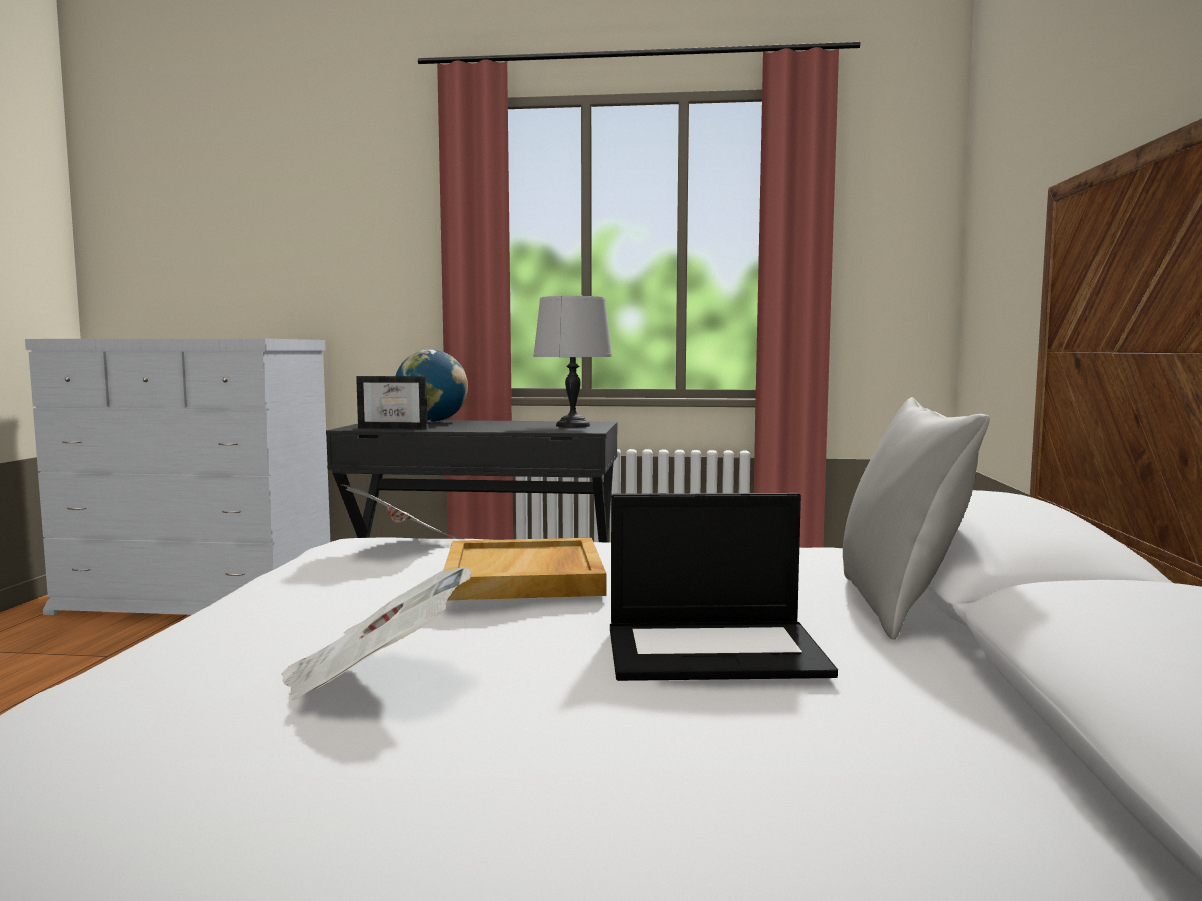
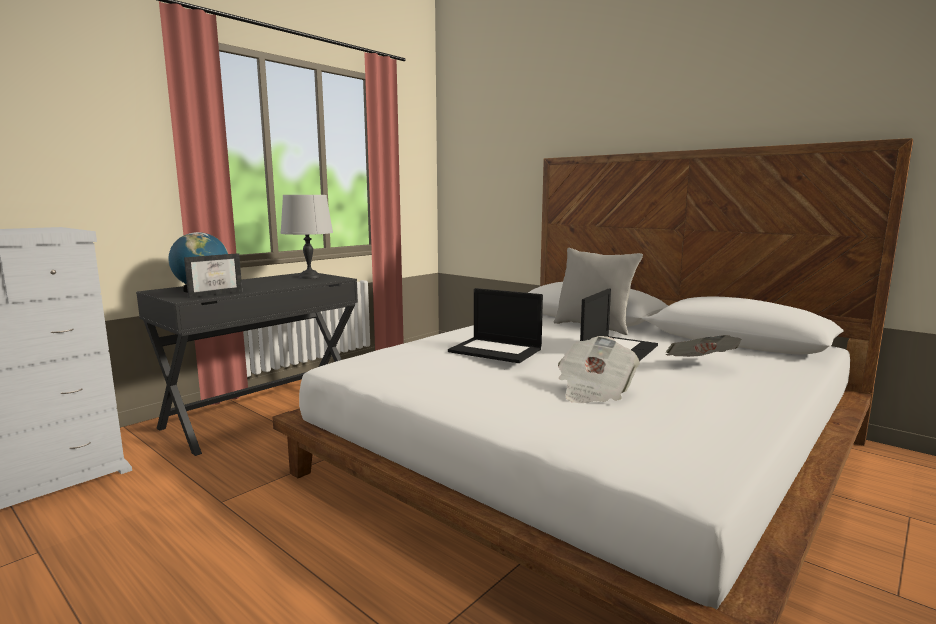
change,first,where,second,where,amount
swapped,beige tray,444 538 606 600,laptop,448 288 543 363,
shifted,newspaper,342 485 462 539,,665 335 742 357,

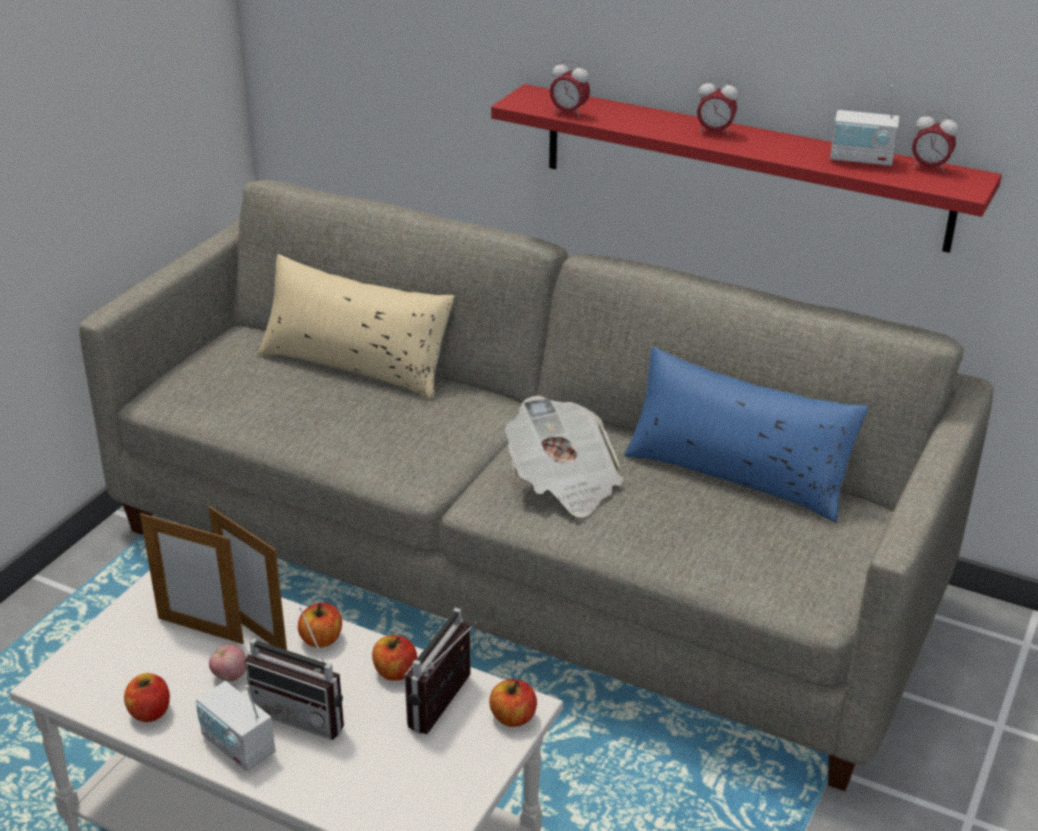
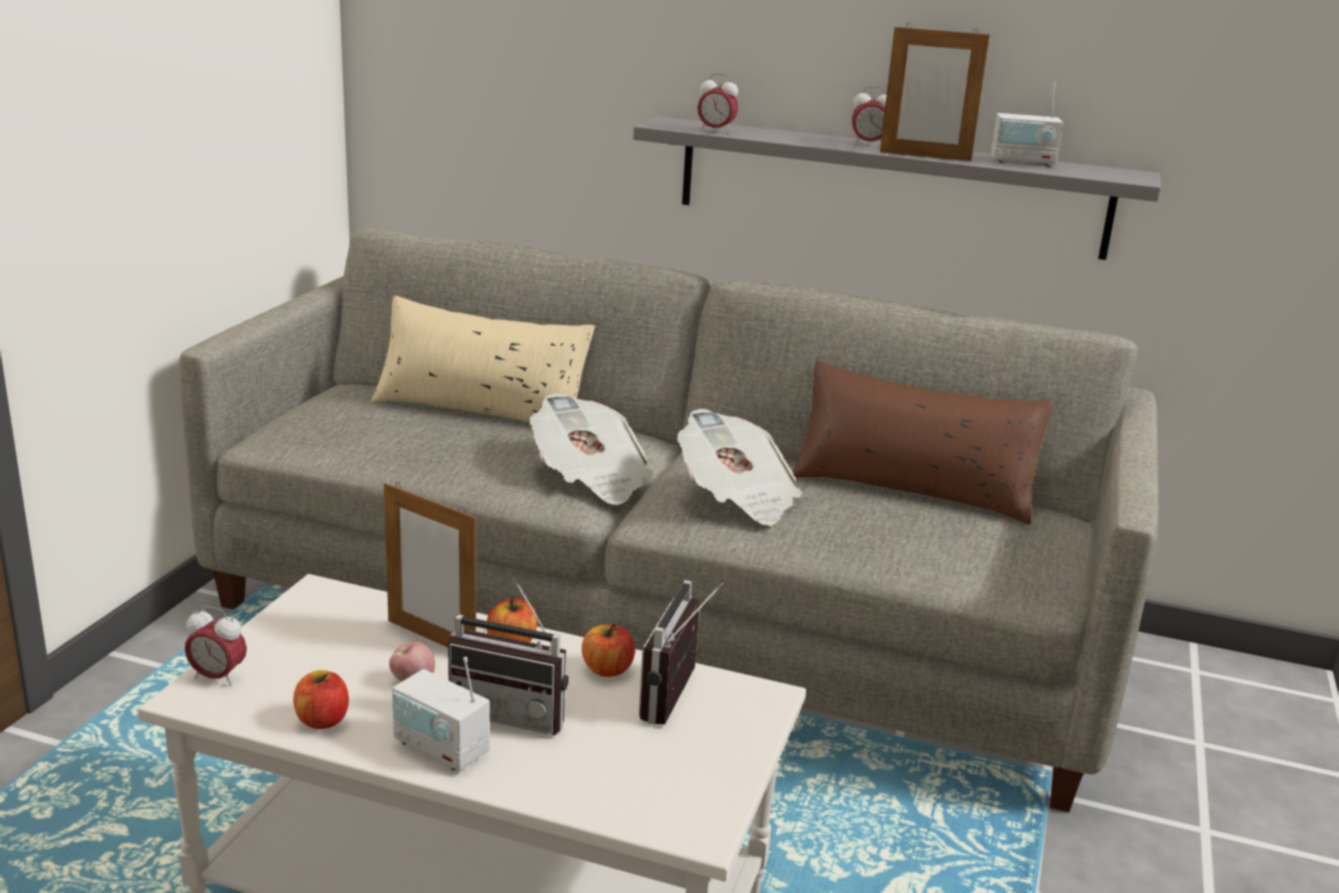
change,first,where,second,where,amount
shifted,alarm clock,912 110 958 173,,185 606 247 686,
new,,,newspaper,529 393 653 505,
repainted,red shelf,491 84 1002 253,grey shelf,633 116 1161 260,
repainted,blue pillow,624 347 868 522,brown pillow,793 361 1054 524,
shifted,picture frame,140 513 244 644,,880 23 990 161,
gone,apple,489 679 537 727,,,

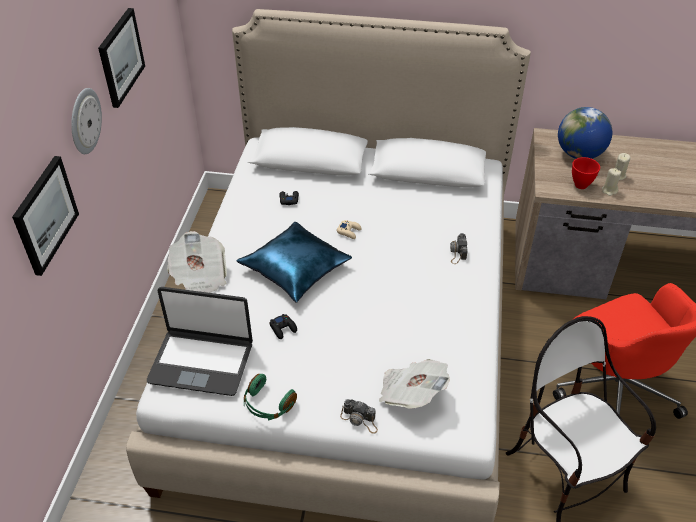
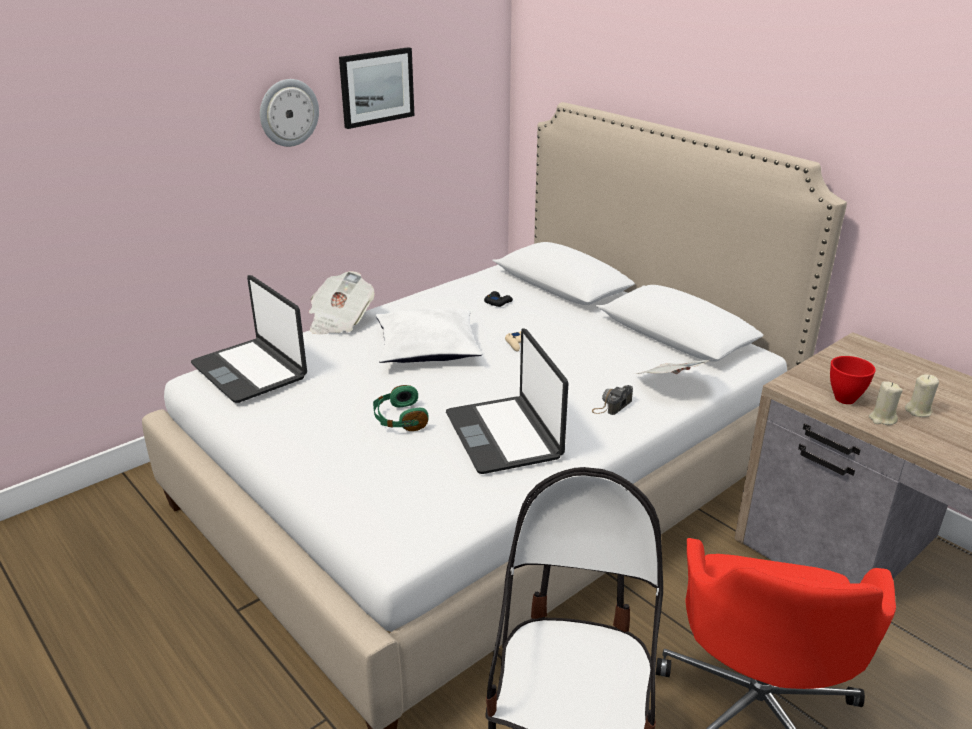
change,first,where,second,where,amount
shifted,green headphones,244 374 297 421,,373 385 429 431,
repainted,blue pillow,236 222 352 303,white pillow,376 308 482 363,
new,,,laptop,446 328 568 474,
shifted,newspaper,379 359 450 409,,635 359 714 374,
gone,picture,12 156 79 276,,,
gone,black game controller,269 314 297 339,,,
gone,photo camera,340 399 378 433,,,
gone,globe,558 107 612 159,,,

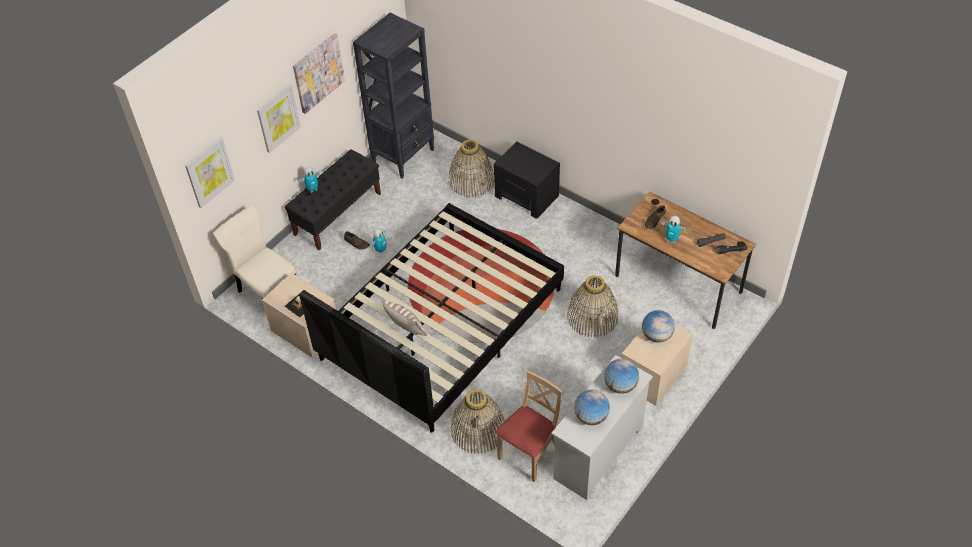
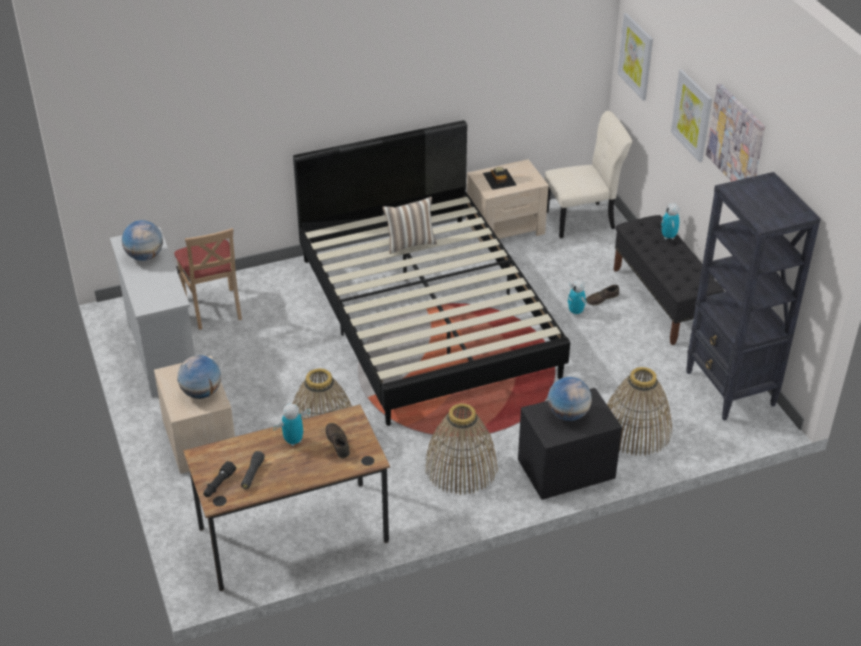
change,first,where,second,where,amount
shifted,basket,451 389 505 454,,425 403 498 495,
shifted,globe,604 359 639 394,,548 377 592 421,

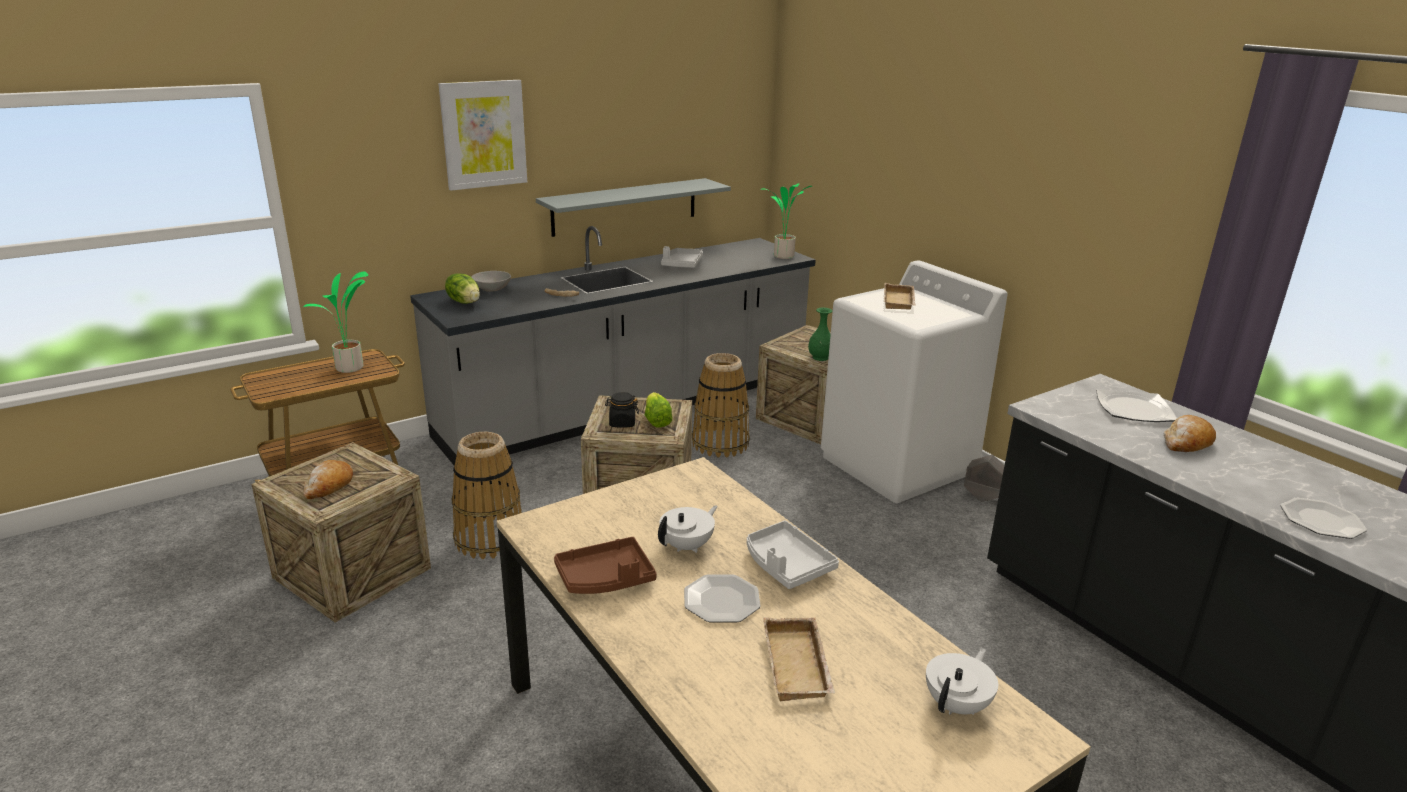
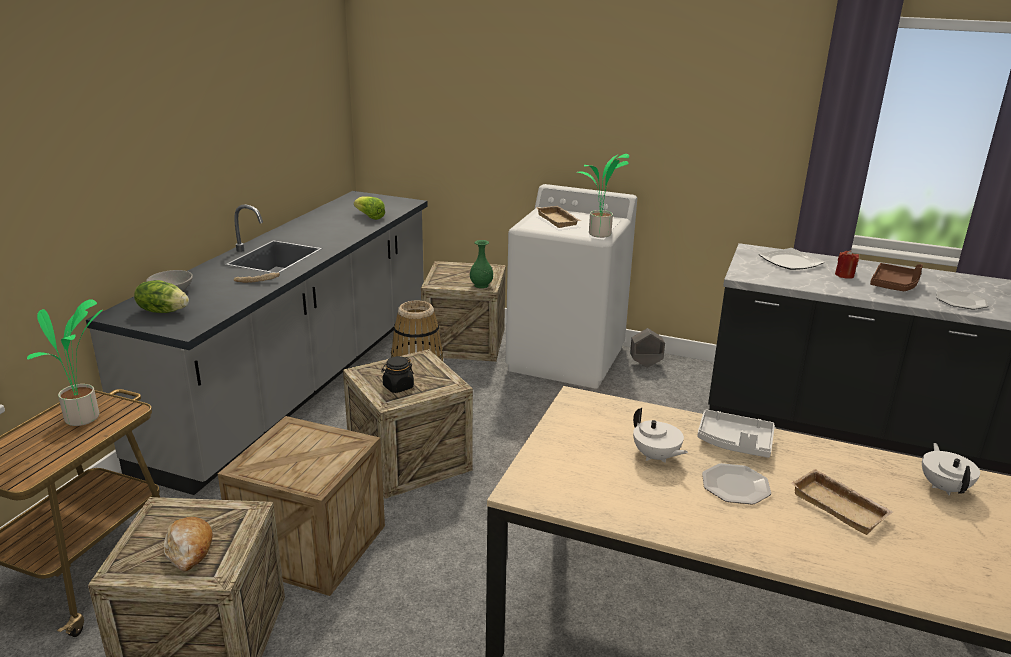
change,first,where,second,where,amount
swapped,basket,452 432 522 559,crate,218 416 385 596,
shifted,lettuce,645 392 672 428,,354 196 385 220,
shifted,potted plant,760 183 812 259,,576 154 629 238,
rotated,white teapot,658 506 717 553,,633 408 688 463,135 degrees clockwise
swapped,bread,1164 415 1216 452,red candle,835 250 859 279,
shifted,brown tray,554 537 657 594,,870 263 923 291,
gone,picture,438 80 527 191,,,
gone,grey shelf,536 178 731 237,,,
gone,grey tray,661 246 703 268,,,

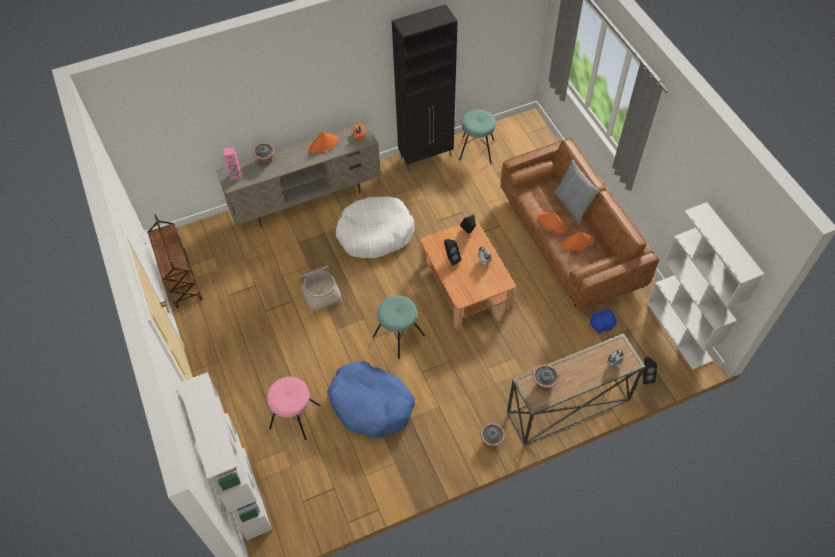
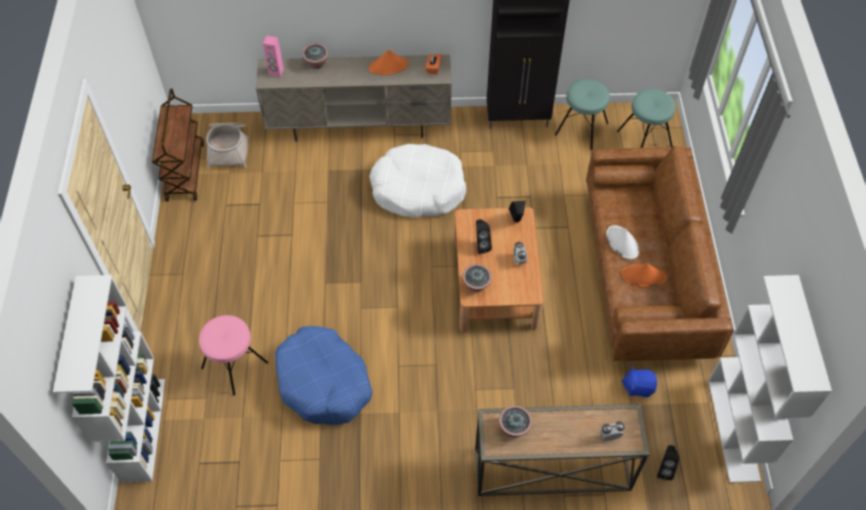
change,first,where,second,where,amount
shifted,basket,298 266 344 314,,206 123 249 169,
shifted,potted plant,481 423 505 446,,463 264 492 292,
repainted,orange hat,537 212 567 234,white hat,606 225 639 260,
shifted,turquoise stool,373 295 425 359,,617 89 676 148,
gone,pillow,553 159 599 224,,,

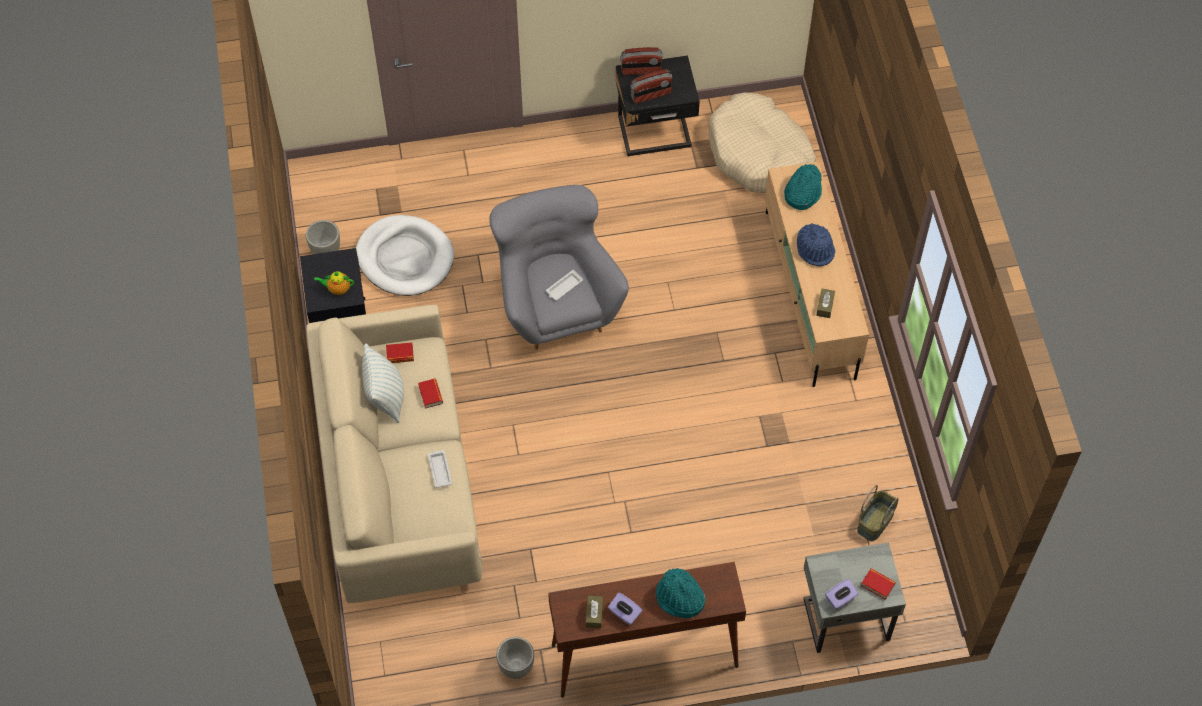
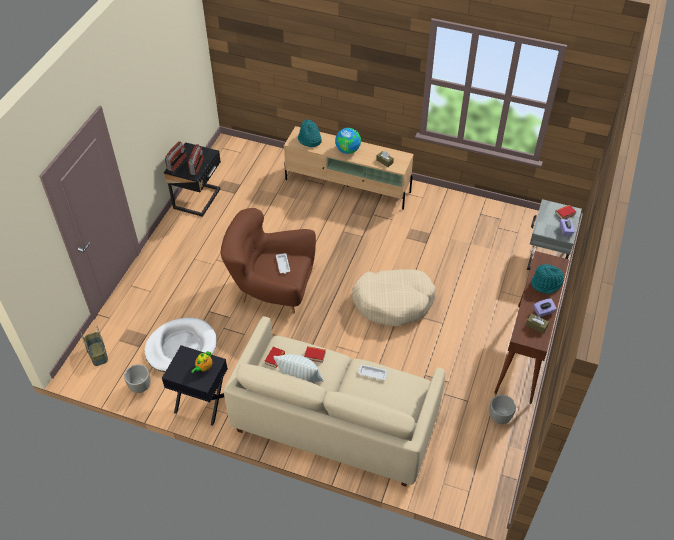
change,first,where,second,where,amount
shifted,basket,857 485 898 541,,81 326 108 366,
repainted,grey armchair,490 185 629 350,brown armchair,221 208 316 313,
swapped,blue hat,797 223 835 266,globe,335 128 361 154,
shifted,beige dog bed,709 92 816 193,,352 269 436 326,

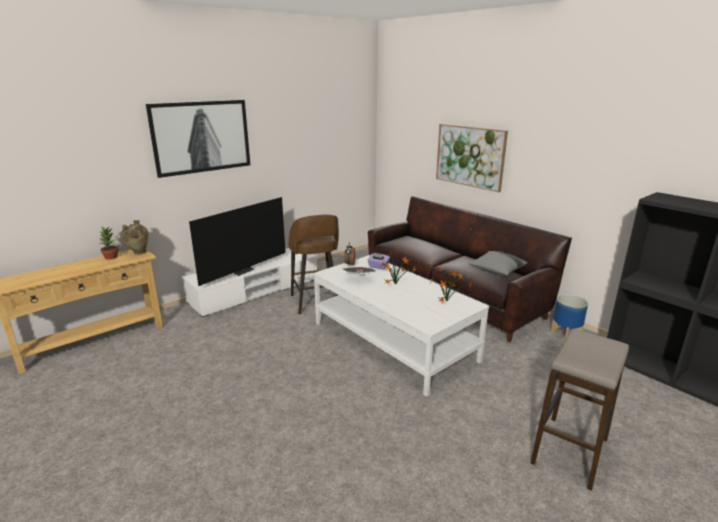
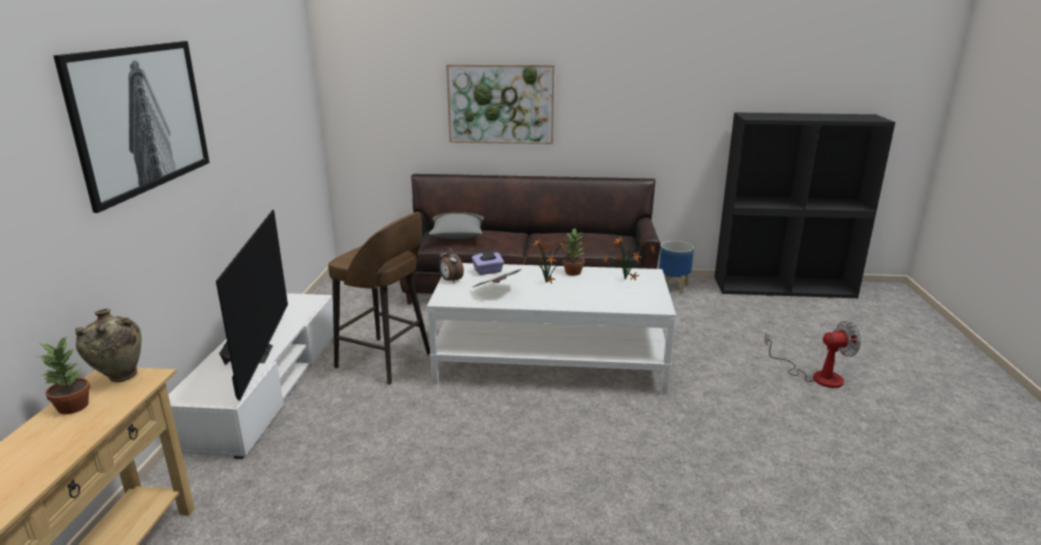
change,first,where,second,where,amount
shifted,grey pillow,468 251 527 276,,429 212 484 239,
new,,,potted plant,563 227 585 276,
swapped,stool,530 329 629 491,fan,764 321 861 388,

